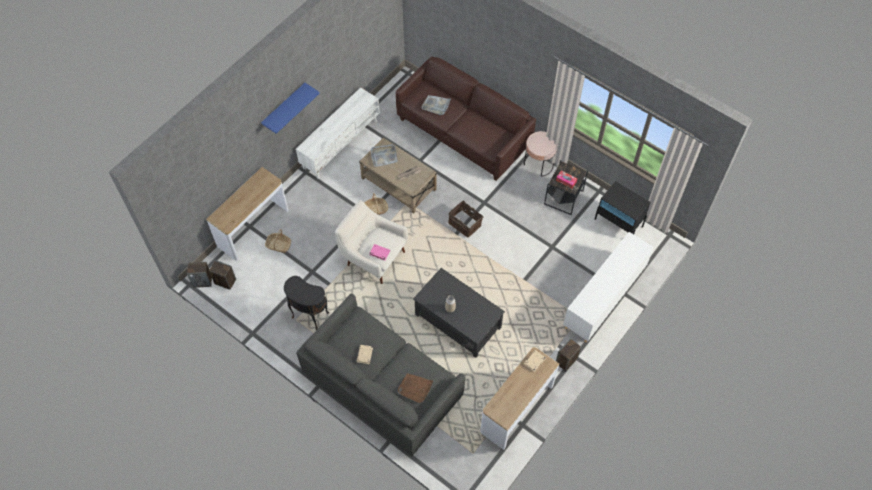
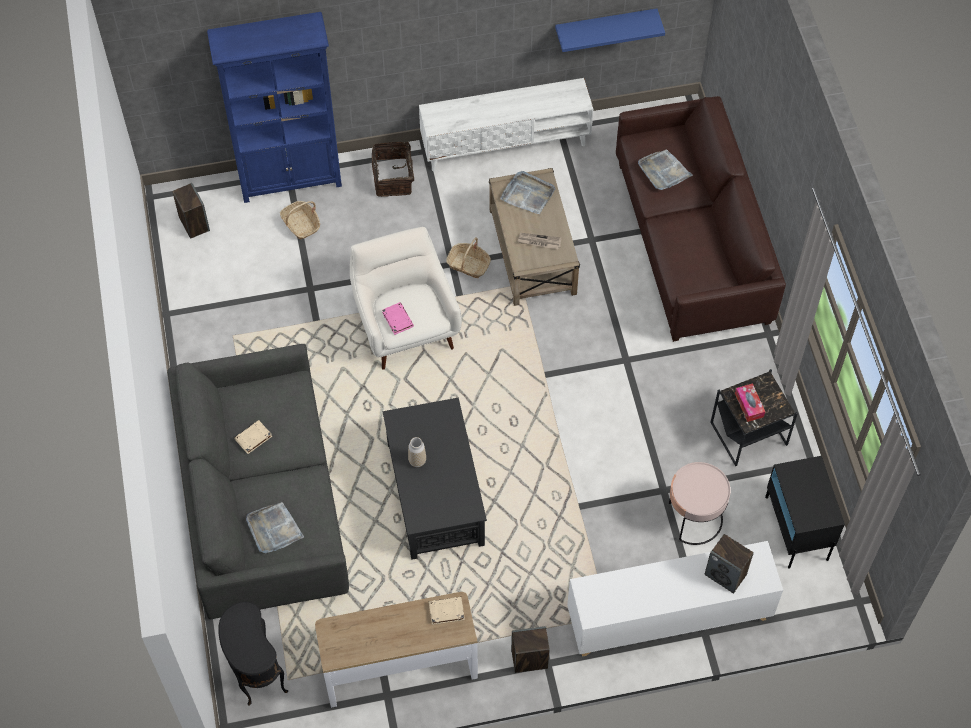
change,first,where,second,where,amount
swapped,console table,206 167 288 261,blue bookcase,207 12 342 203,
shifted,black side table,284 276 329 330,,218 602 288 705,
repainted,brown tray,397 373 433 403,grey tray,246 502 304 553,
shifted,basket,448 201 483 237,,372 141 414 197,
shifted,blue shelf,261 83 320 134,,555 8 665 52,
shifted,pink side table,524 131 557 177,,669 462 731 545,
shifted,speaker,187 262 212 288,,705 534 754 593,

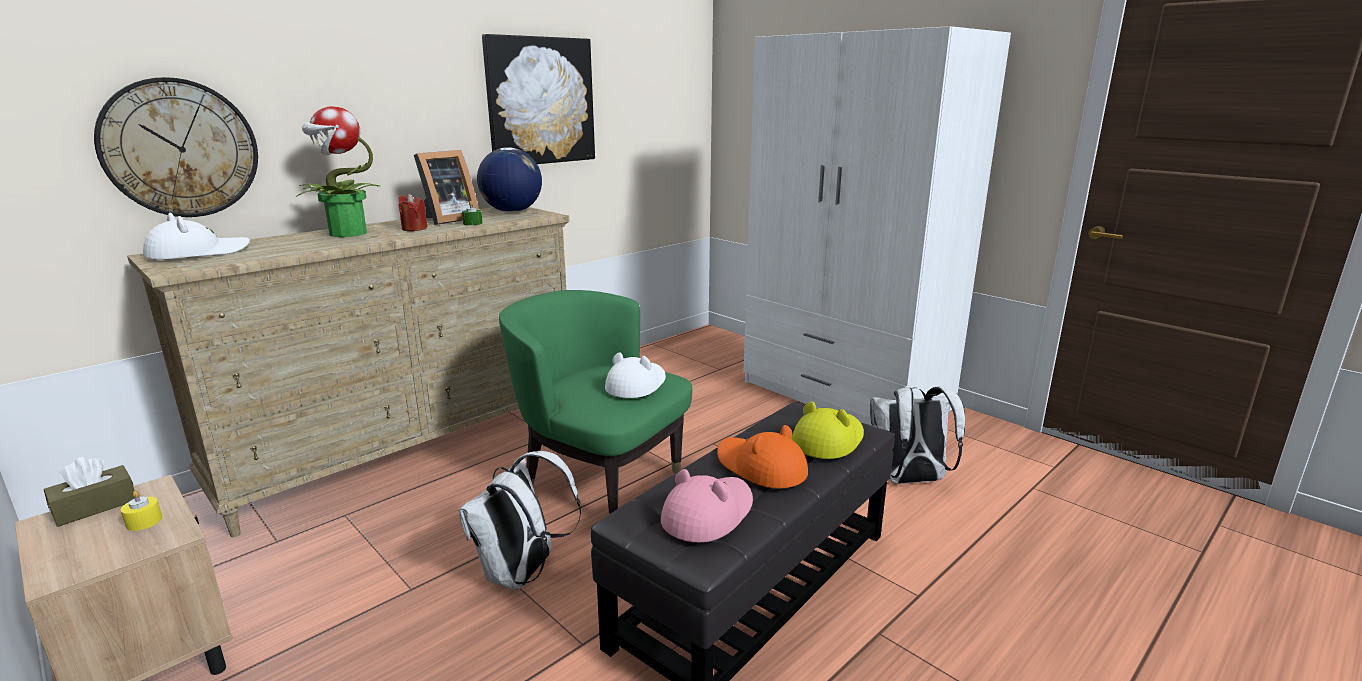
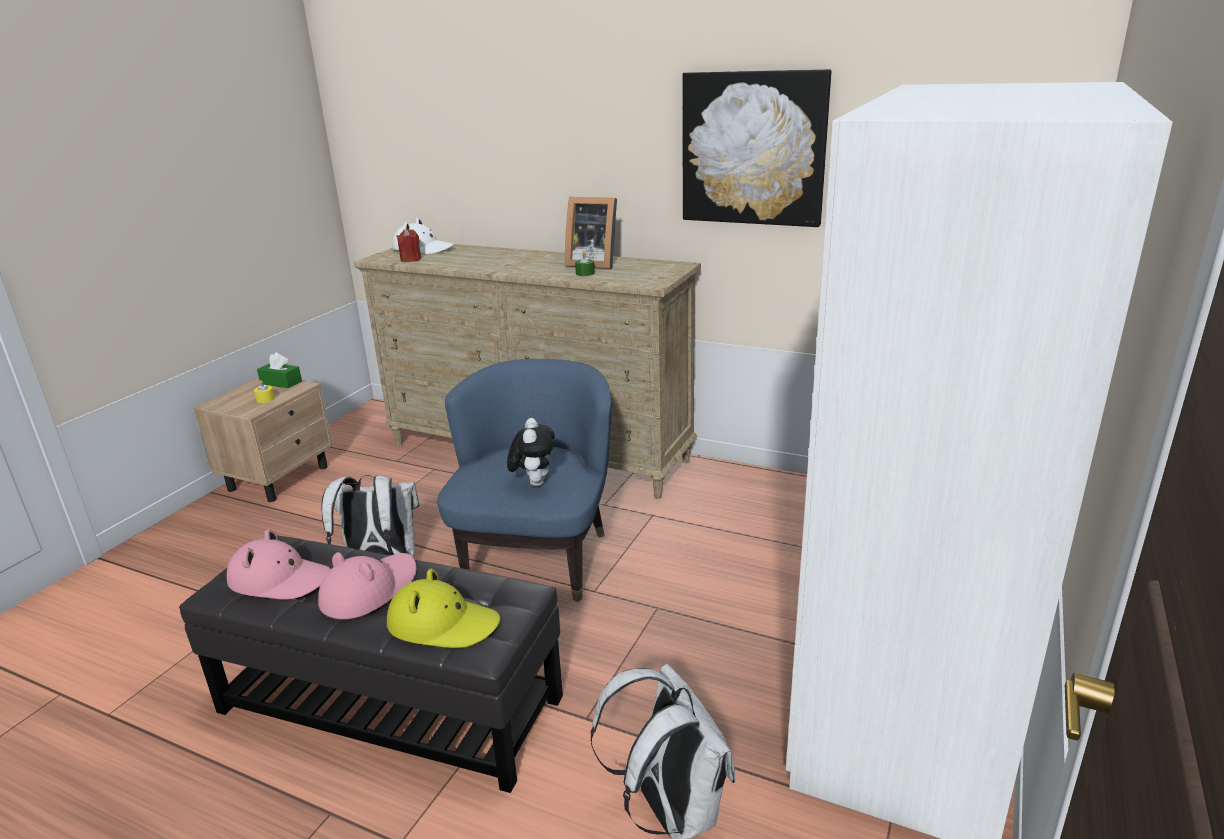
change,first,where,second,where,amount
repainted,brown tissue box,44 457 135 527,green tissue box,257 353 302 388,
repainted,orange hat,717 425 808 488,pink hat,318 552 417 619,
shifted,red candle,398 194 428 231,,396 229 421 262,
repainted,green armchair,499 290 692 514,blue armchair,437 359 611 602,
swapped,white hat,605 352 666 398,plush toy,507 418 555 486,
gone,wall clock,94 77 258 217,,,
gone,potted plant,296 106 380 237,,,
gone,globe,477 147 542 212,,,

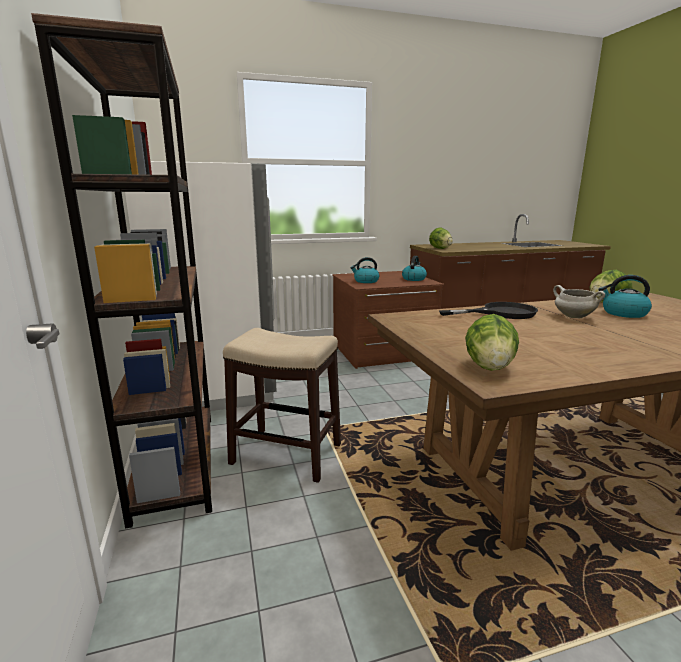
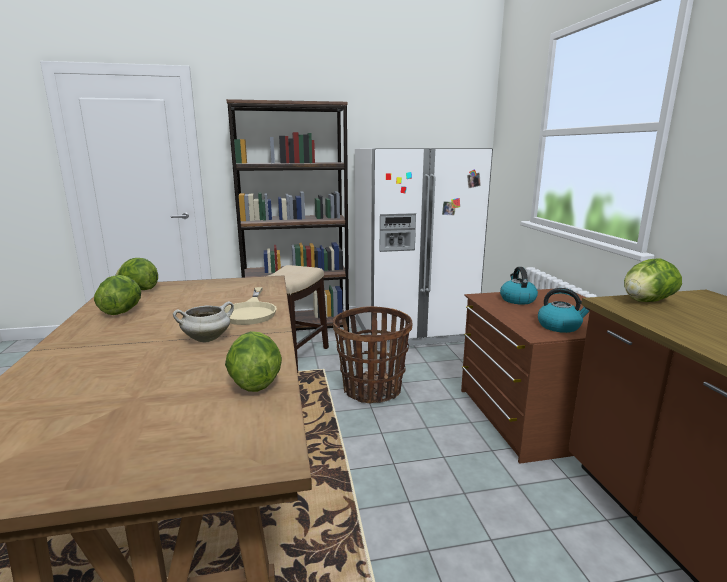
change,first,where,second,where,amount
new,,,lettuce,94 275 141 315,
repainted,black frying pan,439 302 538 319,beige frying pan,225 287 277 325,
new,,,basket,333 306 412 403,
gone,kettle,598 275 652 318,,,

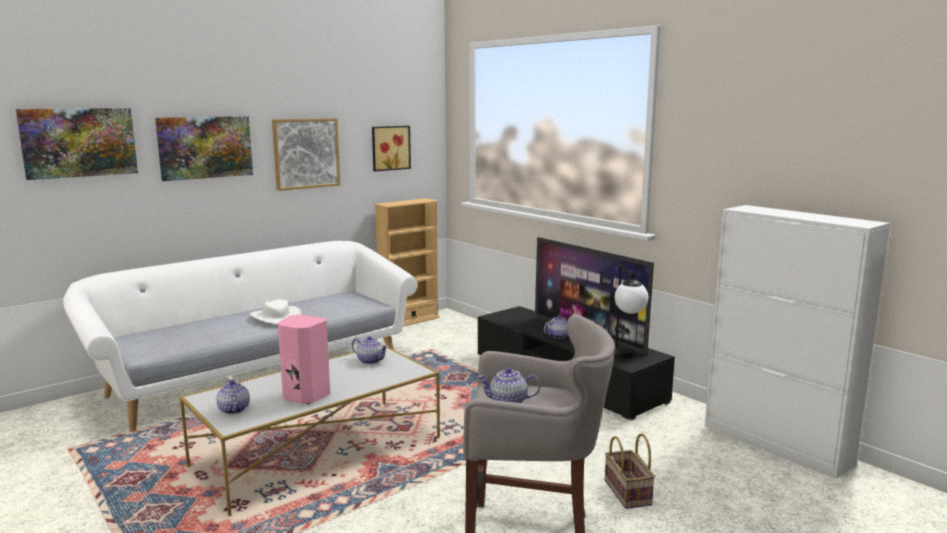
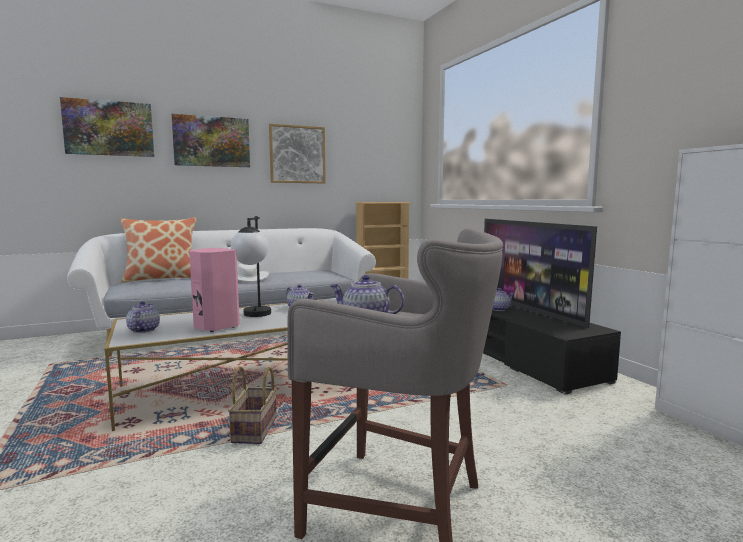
change,first,where,second,where,amount
new,,,pillow,121 217 197 283,
shifted,basket,605 433 655 509,,228 366 277 444,
shifted,table lamp,614 264 648 358,,231 216 271 317,
gone,picture,372 126 411 171,,,

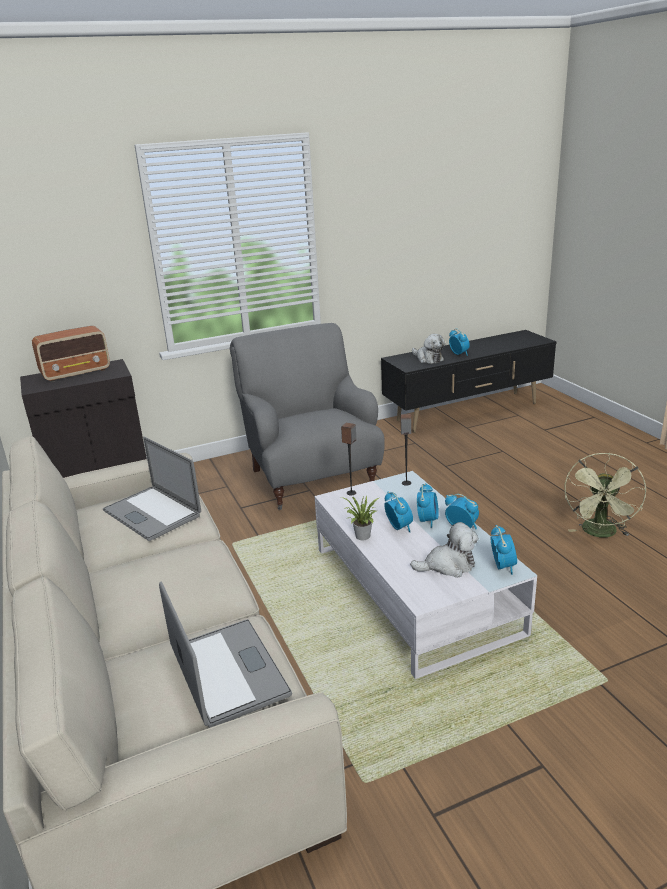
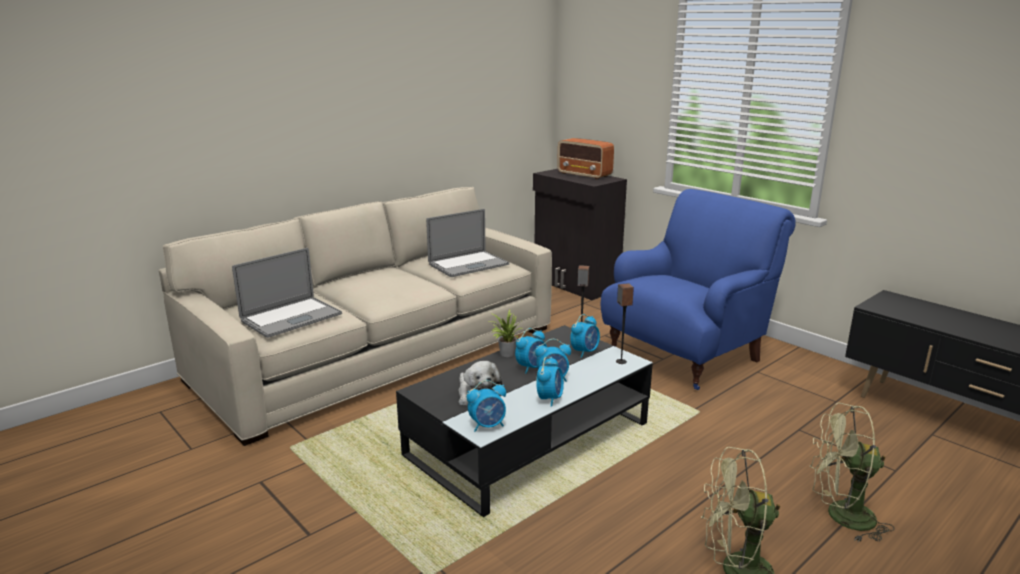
change,first,where,second,where,amount
repainted,white coffee table,314 471 537 679,black coffee table,396 325 653 517,
rotated,laptop,103 436 201 541,,426 209 509 277,150 degrees counterclockwise
shifted,alarm clock,449 329 470 356,,570 314 600 358,
repainted,grey armchair,230 323 385 510,blue armchair,601 189 796 390,
new,,,green fan,809 403 894 542,
gone,plush toy,412 334 445 364,,,

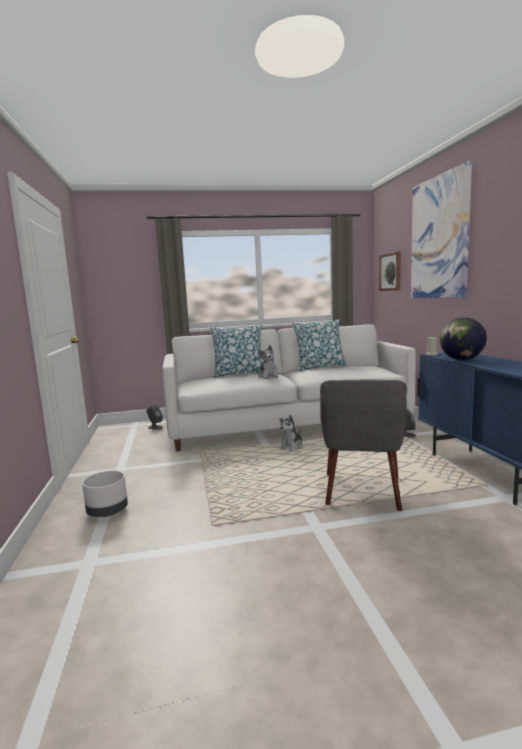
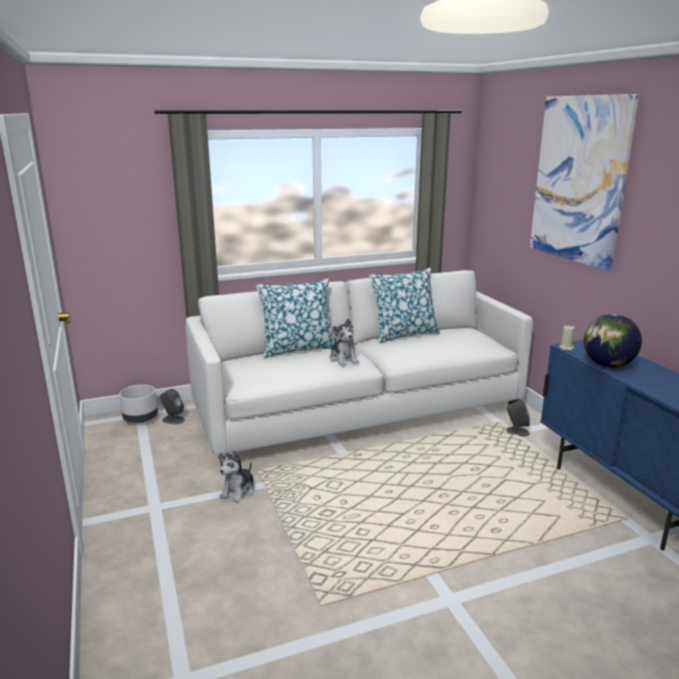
change,first,where,second,where,amount
shifted,grey planter,82 471 128 517,,119 384 158 423,
shifted,plush toy,279 415 303 451,,219 451 255 503,
gone,grey armchair,320 380 407 511,,,
gone,picture,379 251 401 291,,,

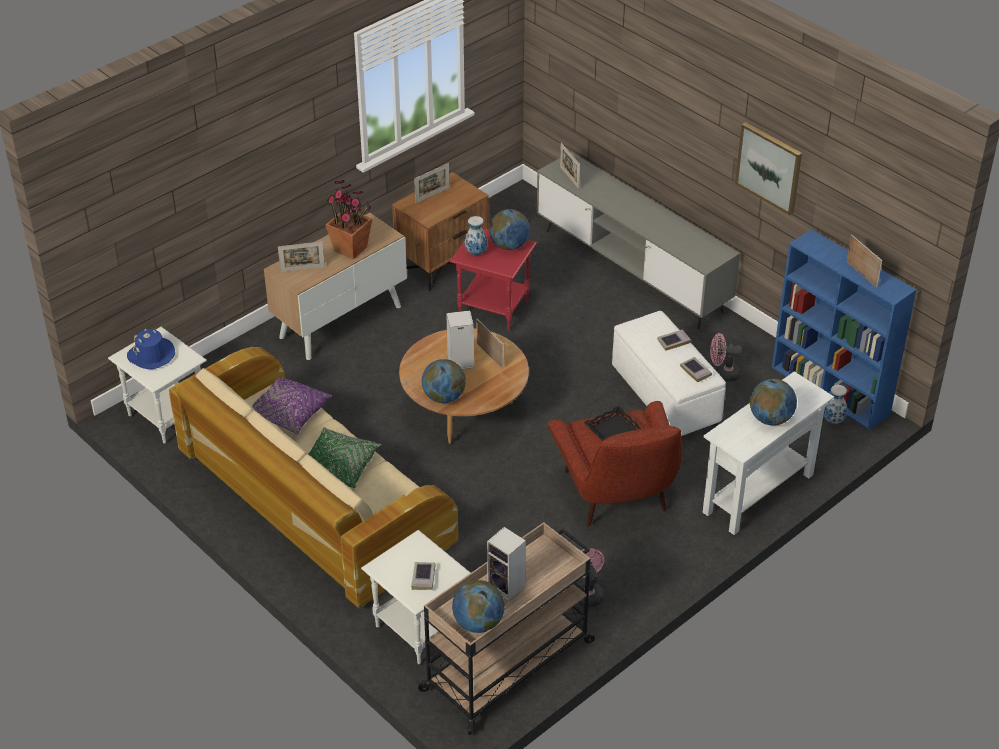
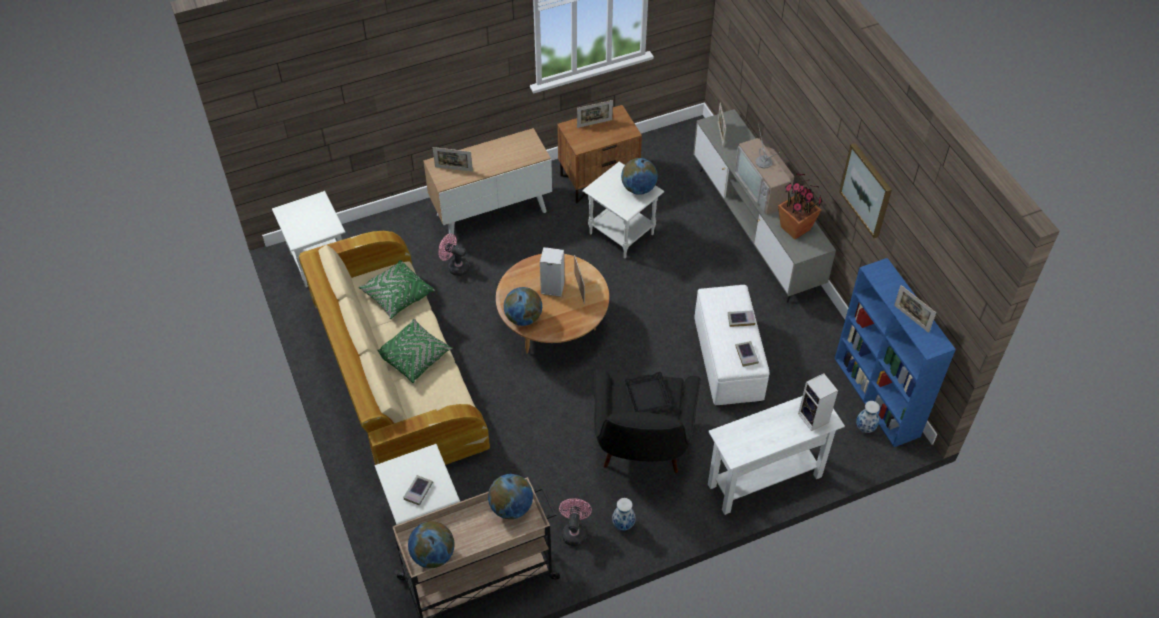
change,first,where,second,where,amount
repainted,purple pillow,252 377 332 435,green pillow,359 260 435 319,
shifted,pink fan,710 333 742 382,,439 233 470 276,
shifted,globe,750 379 797 426,,488 474 533 519,
repainted,red side table,450 228 537 330,white side table,582 161 664 258,
repainted,red armchair,548 401 682 527,black armchair,594 369 701 473,
shifted,vase,464 216 487 255,,612 498 636 530,
new,,,television,734 124 794 215,
shifted,potted plant,325 180 372 259,,778 174 823 239,
shifted,speaker,487 527 526 601,,798 373 838 431,
rotated,picture frame,847 235 882 288,,894 285 936 333,150 degrees clockwise
gone,blue hat,127 329 175 369,,,

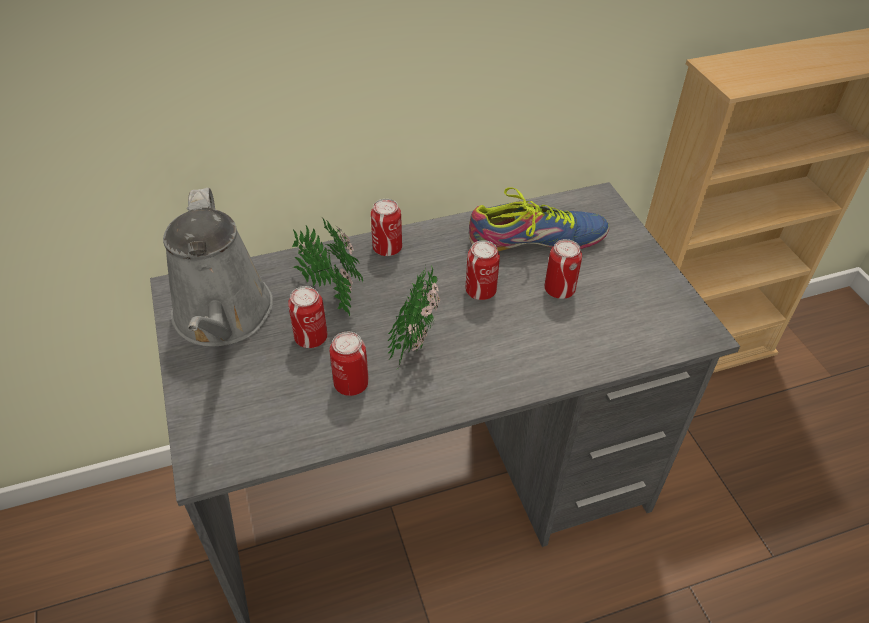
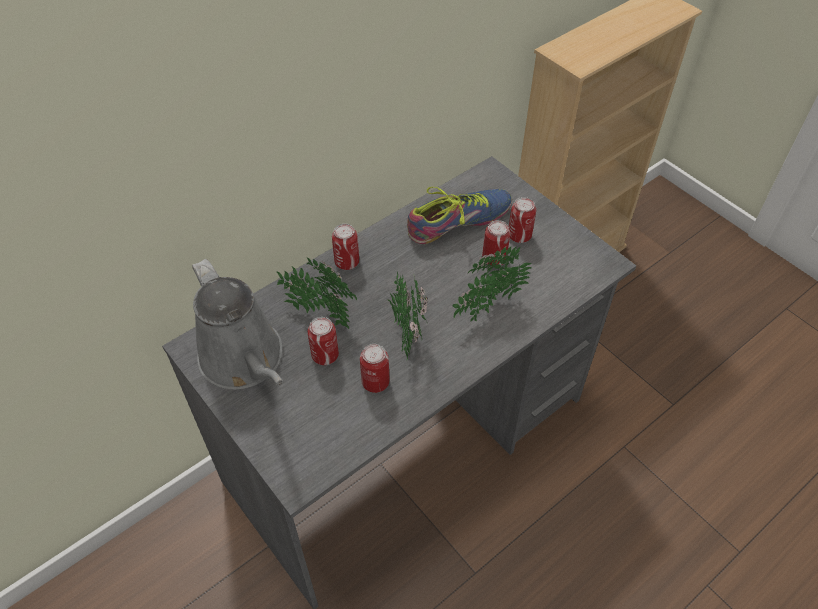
change,first,where,second,where,amount
new,,,potted plant,452 246 531 323,
shifted,can,465 240 500 300,,509 197 536 243,

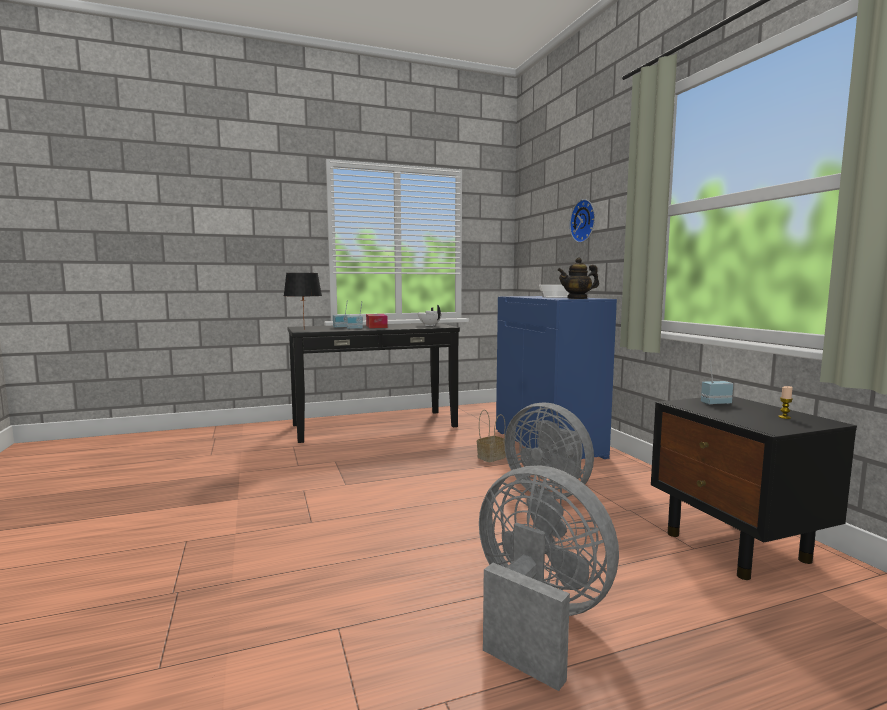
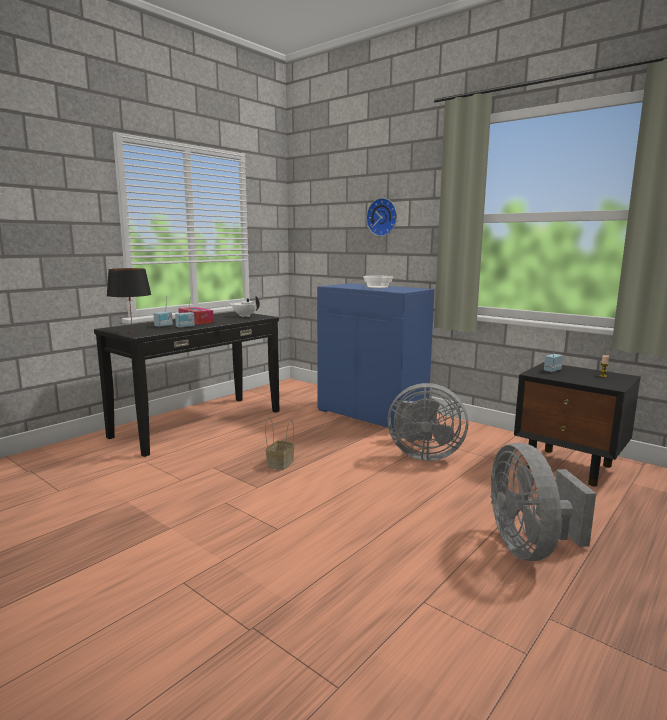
change,first,where,second,where,amount
shifted,basket,477 410 506 462,,265 417 295 470,
rotated,grey fan,479 466 619 691,,490 443 596 561,105 degrees counterclockwise
gone,teapot,557 257 599 299,,,

